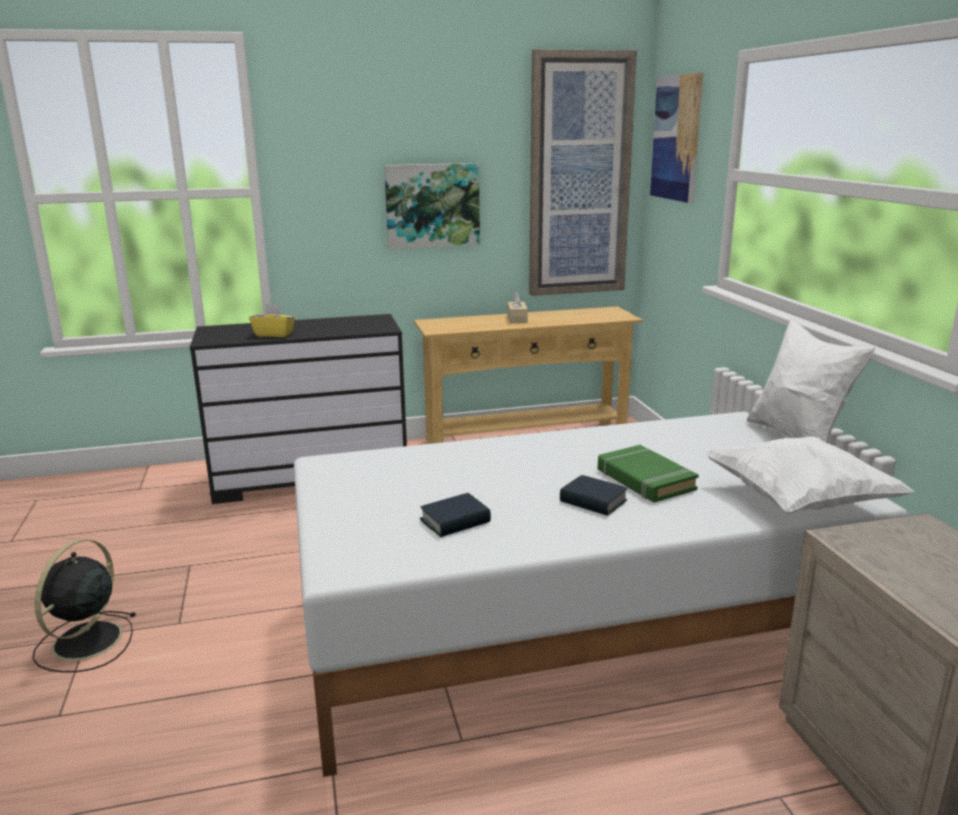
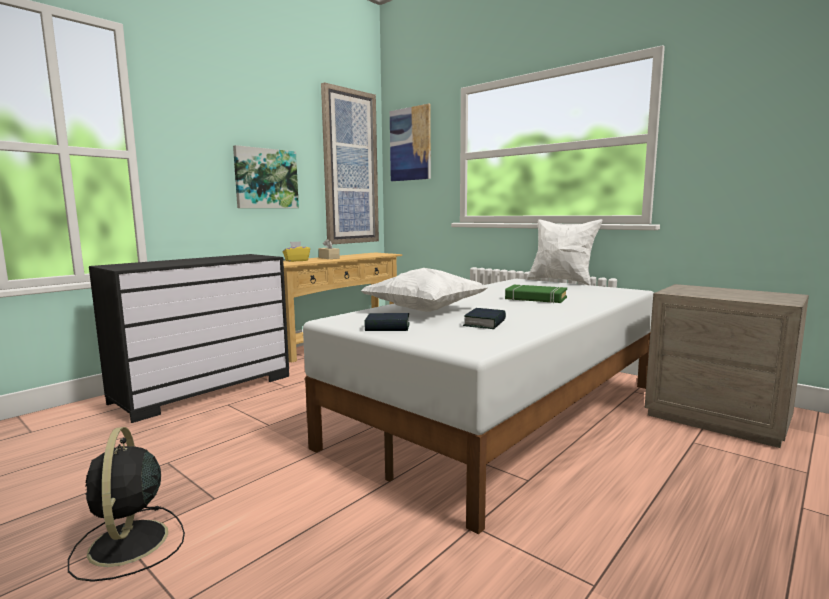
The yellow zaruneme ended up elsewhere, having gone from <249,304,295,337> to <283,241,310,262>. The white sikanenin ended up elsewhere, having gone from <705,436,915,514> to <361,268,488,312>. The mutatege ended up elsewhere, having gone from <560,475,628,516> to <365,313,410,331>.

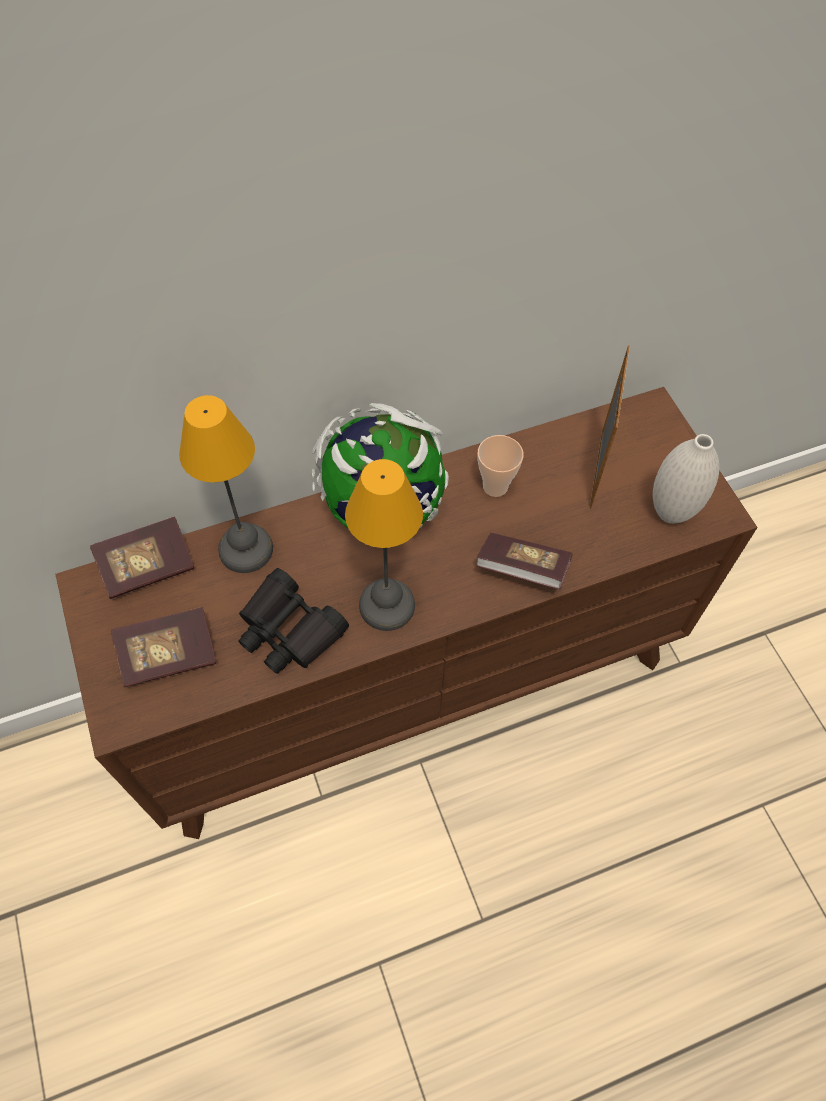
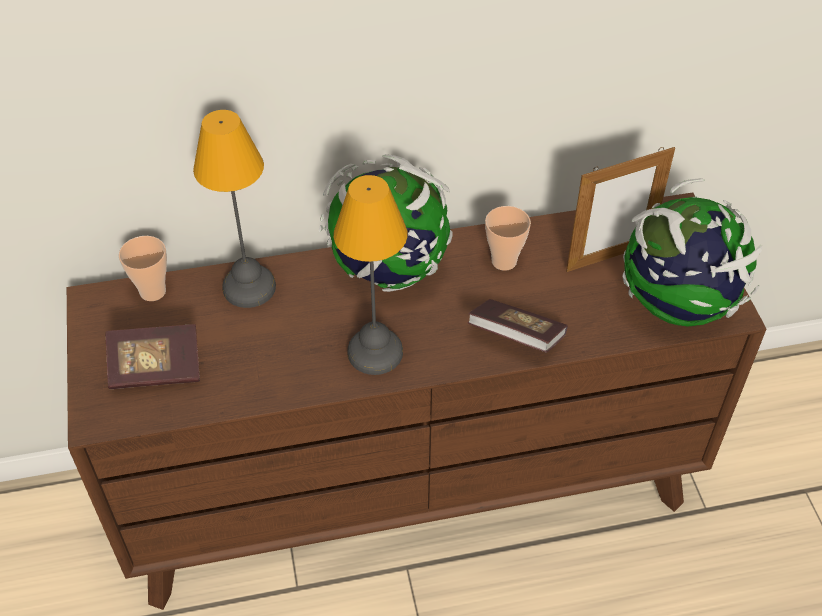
The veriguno at <590,346,630,508> ended up facing another way, 45 degrees clockwise from before. Where the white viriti stood at <653,434,719,524>, the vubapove came to stand at <623,178,762,327>. Where the mutatege stood at <90,516,194,599>, the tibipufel came to stand at <119,236,167,301>. The second view lost the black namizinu at <238,568,349,674>.

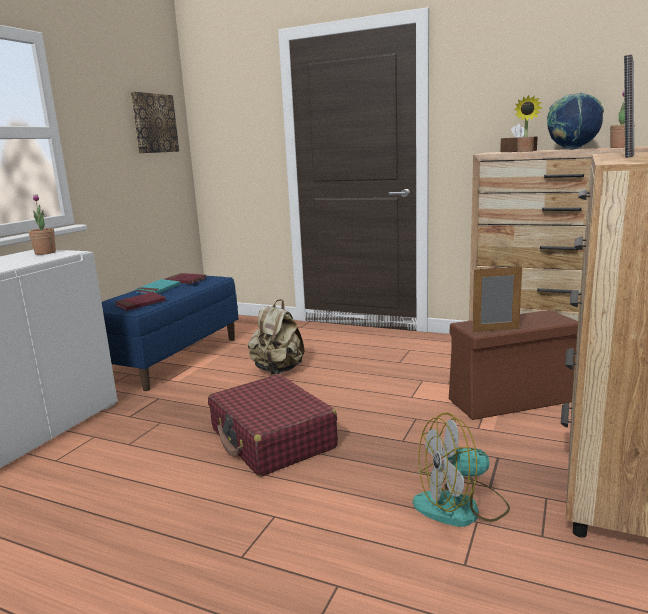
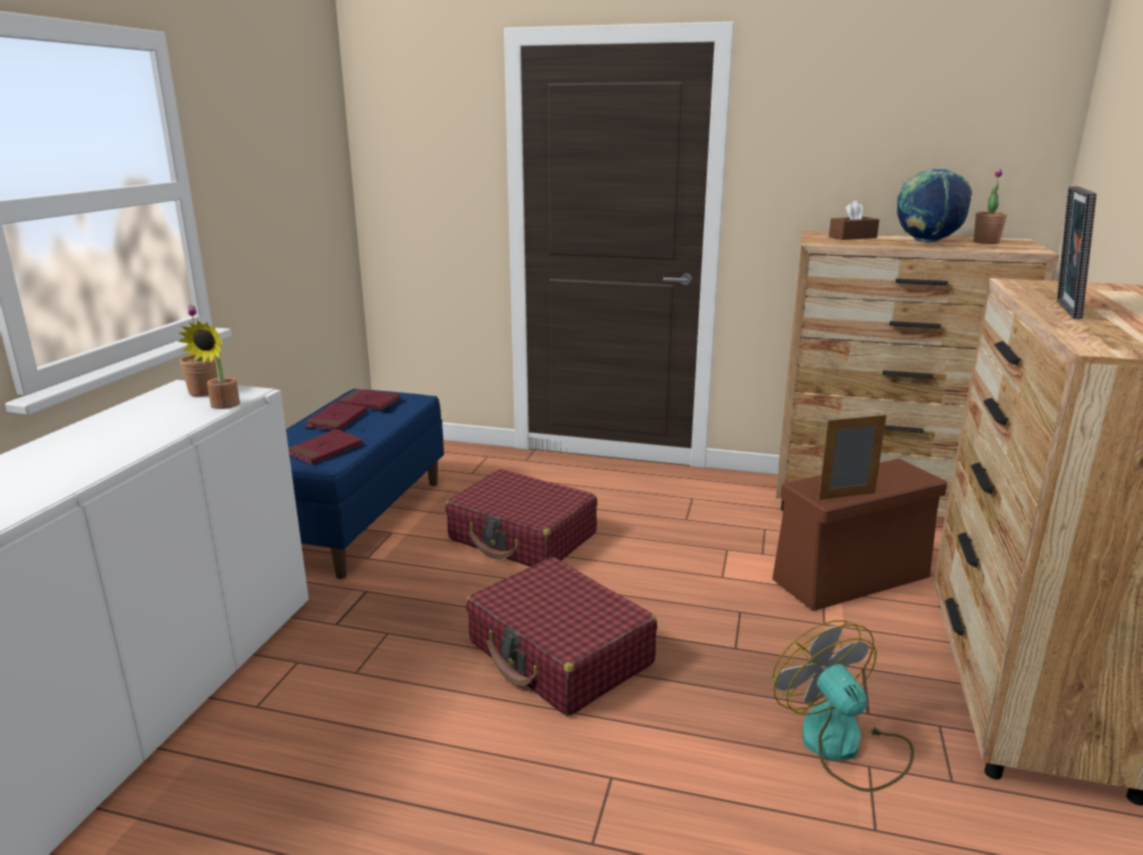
The second view lost the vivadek at <131,92,179,153>. The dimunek ended up elsewhere, having gone from <514,95,543,152> to <177,320,240,409>. What was the turquoise mutatege at <136,279,180,294> turned into the red mutatege at <305,402,367,431>. Where the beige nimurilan stood at <248,299,305,374>, the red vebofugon came to stand at <445,469,597,567>. The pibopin at <413,412,510,527> ended up facing another way, 90 degrees clockwise from before.

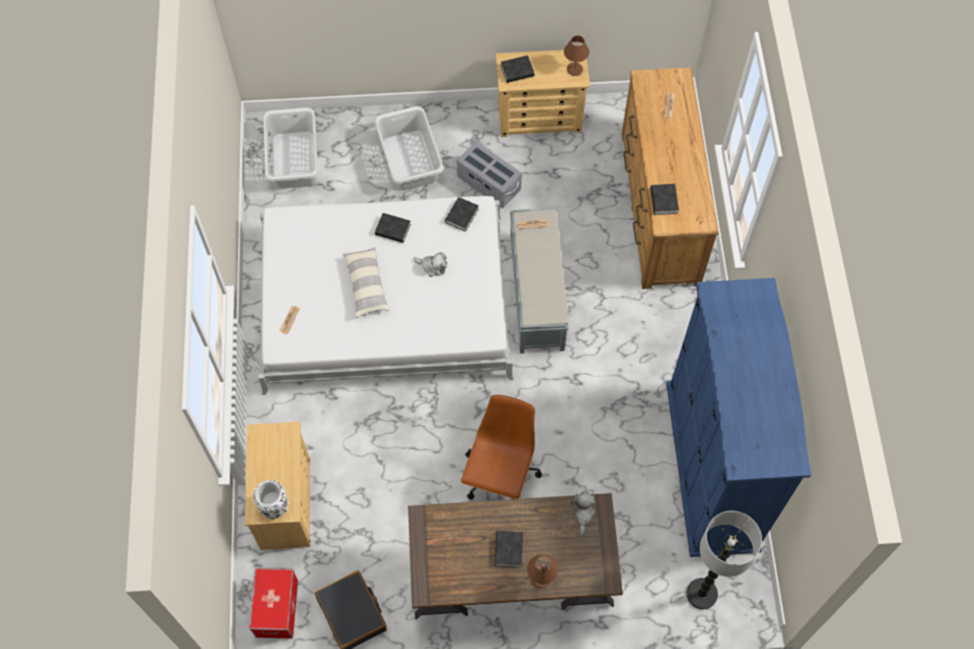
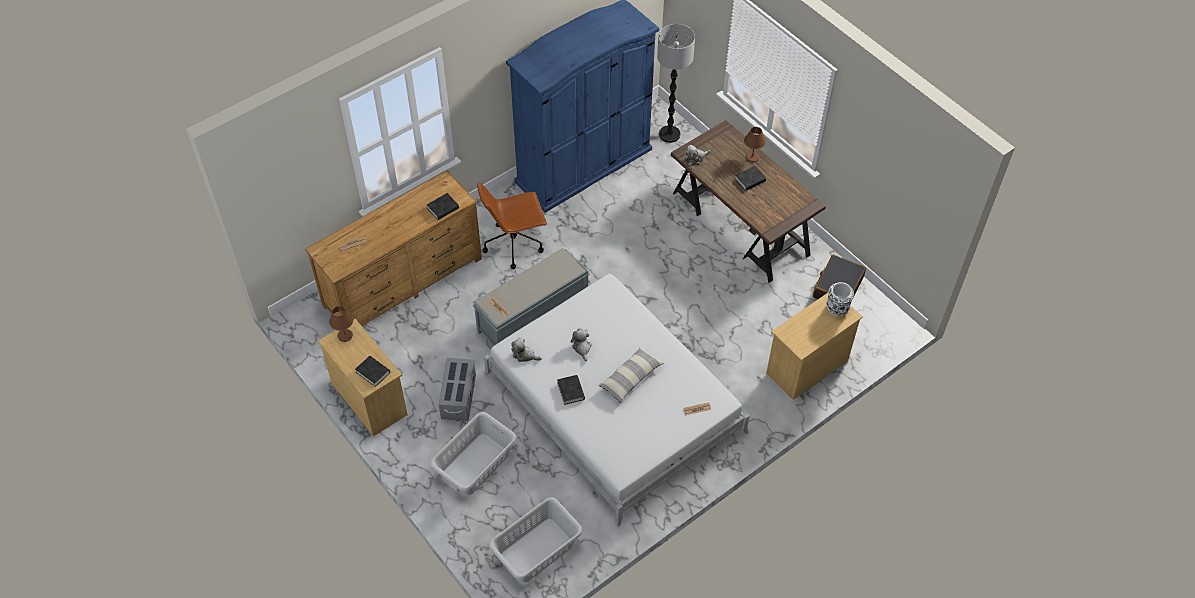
Where the black mutatege stood at <445,197,479,232>, the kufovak came to stand at <511,338,542,362>. The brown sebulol ended up elsewhere, having gone from <461,395,542,500> to <477,182,547,269>. The second view lost the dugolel at <249,568,298,639>.

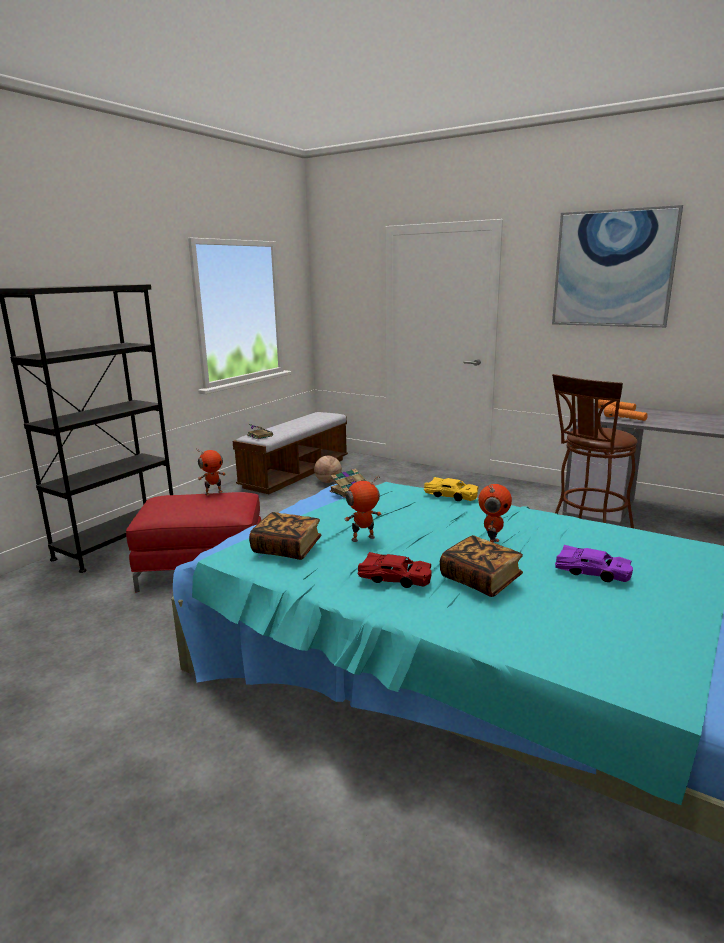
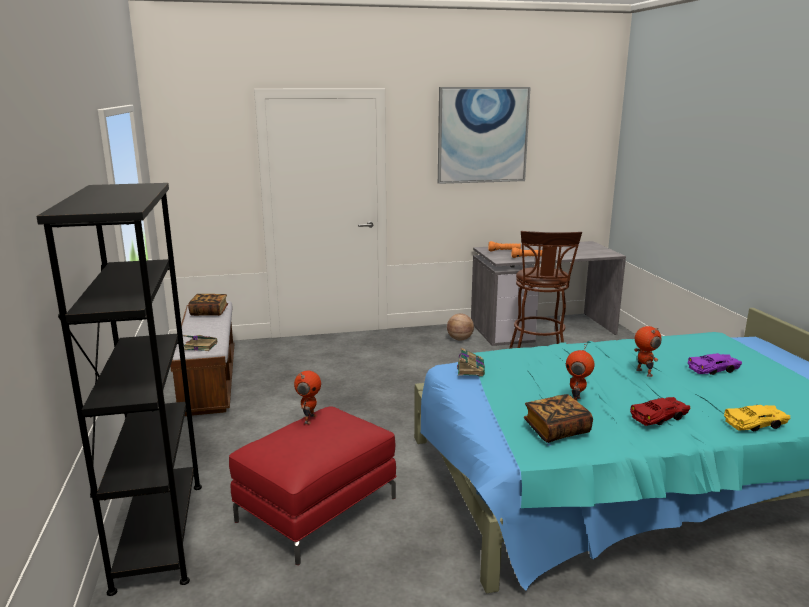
The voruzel ended up elsewhere, having gone from <314,456,342,483> to <447,314,474,341>. The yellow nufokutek ended up elsewhere, having gone from <424,477,479,501> to <724,405,790,431>. The mutatege ended up elsewhere, having gone from <440,535,523,597> to <188,294,228,316>.

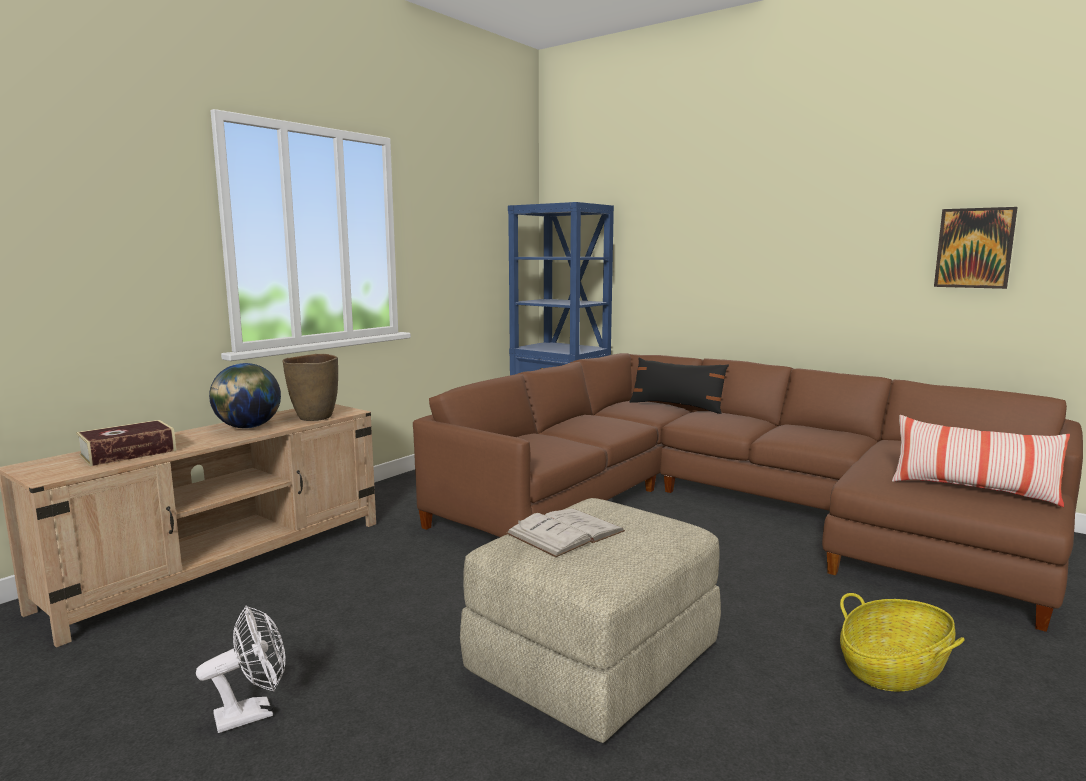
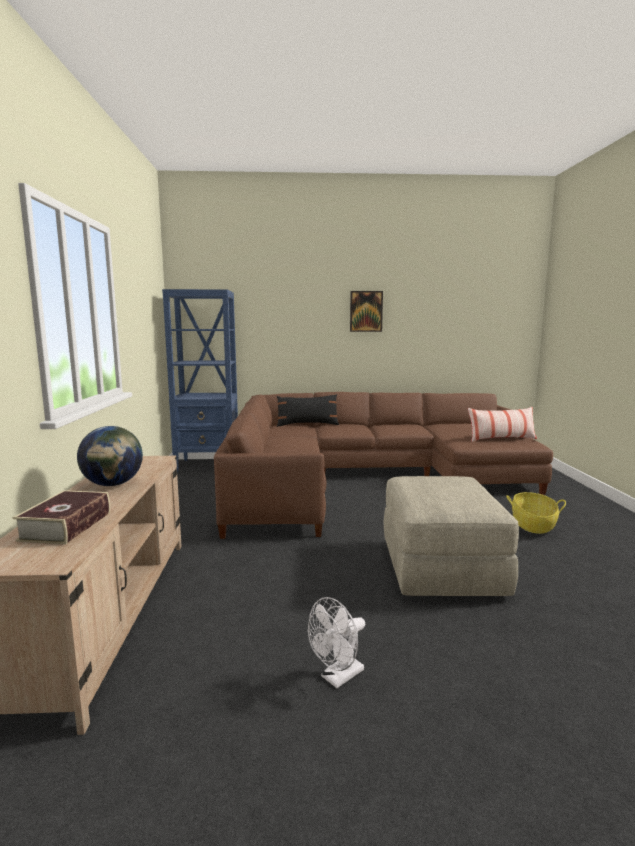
The vivadek ended up elsewhere, having gone from <934,207,1018,289> to <350,291,383,332>. The second view lost the brown viriti at <283,354,338,421>. The second view lost the white mutatege at <506,508,625,557>. The white pibopin at <196,606,286,733> ended up facing another way, 150 degrees counterclockwise from before.

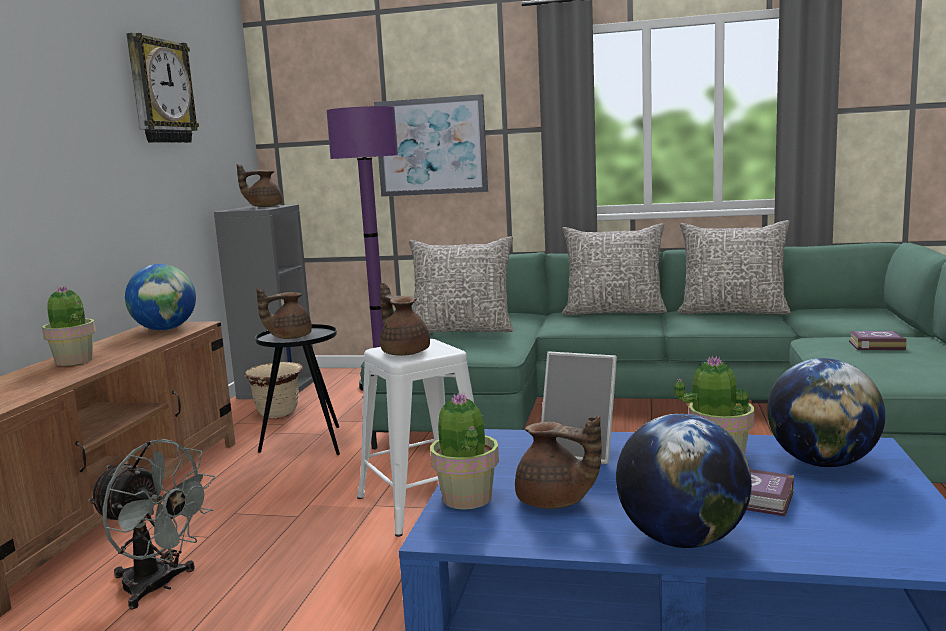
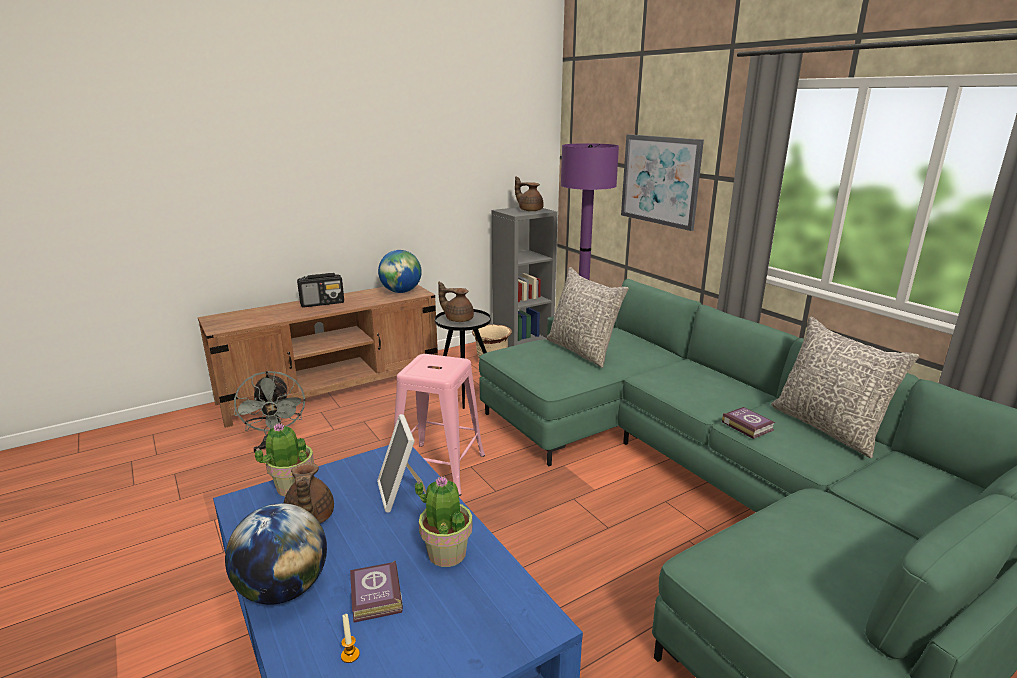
The second view lost the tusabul at <127,33,199,143>. The second view lost the grey sikanenin at <562,223,667,316>. The second view lost the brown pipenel at <380,283,430,356>. Where the dimunek stood at <42,286,96,366>, the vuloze came to stand at <297,273,344,308>. The mutatege ended up elsewhere, having gone from <849,331,907,350> to <722,407,776,439>. What was the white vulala at <357,339,474,537> turned into the pink vulala at <394,354,485,496>. The second view lost the vubapove at <767,358,885,467>. The second view gained the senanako at <341,614,360,663>.

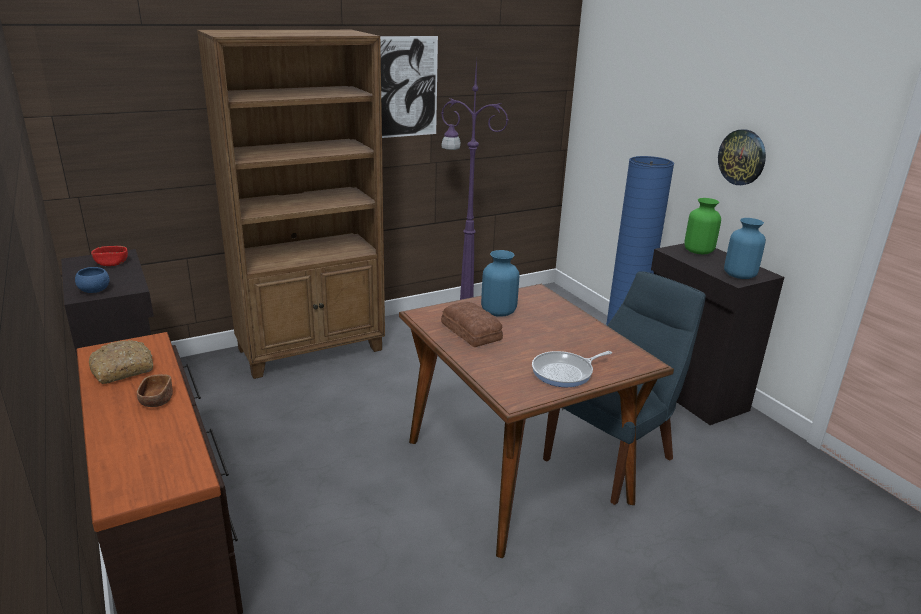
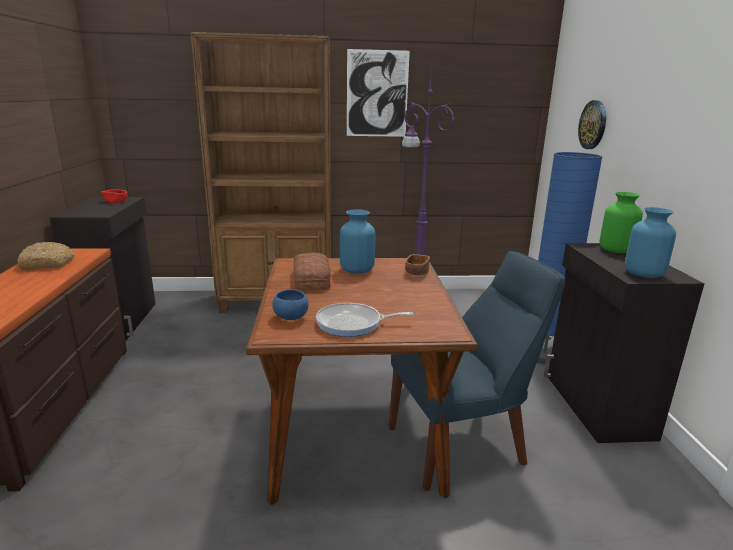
The tusabul ended up elsewhere, having gone from <718,129,766,185> to <578,100,606,149>. The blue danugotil ended up elsewhere, having gone from <75,267,109,293> to <272,289,309,320>. The brown danugotil ended up elsewhere, having gone from <137,374,173,407> to <405,254,430,276>.

